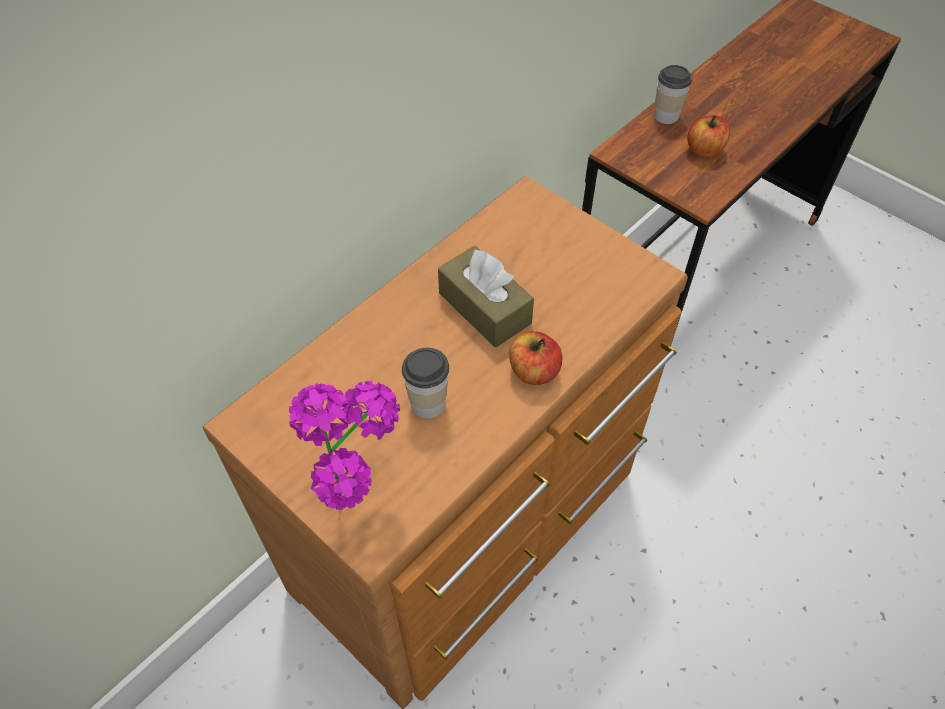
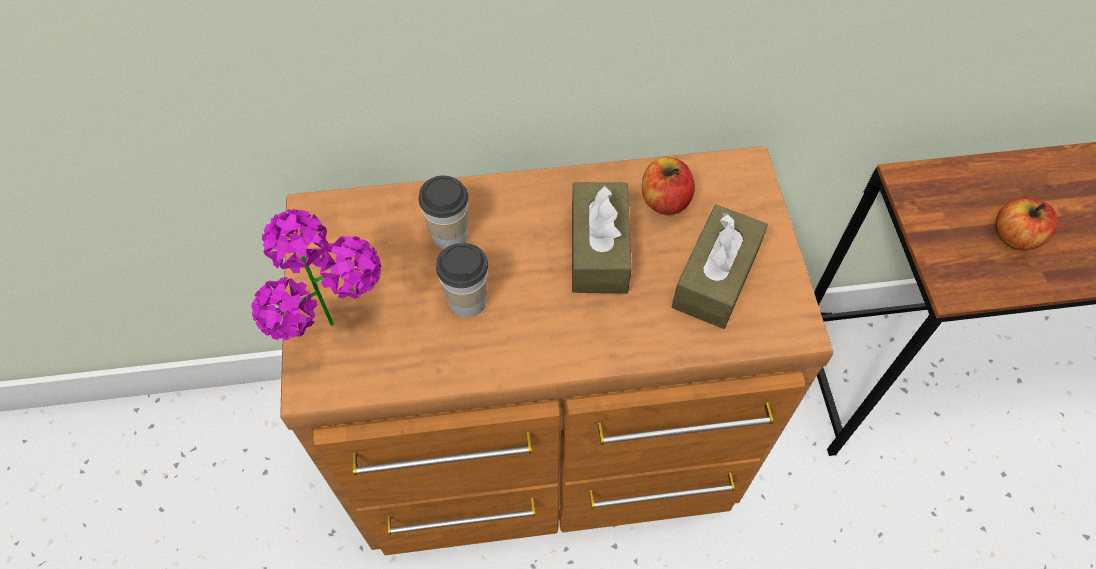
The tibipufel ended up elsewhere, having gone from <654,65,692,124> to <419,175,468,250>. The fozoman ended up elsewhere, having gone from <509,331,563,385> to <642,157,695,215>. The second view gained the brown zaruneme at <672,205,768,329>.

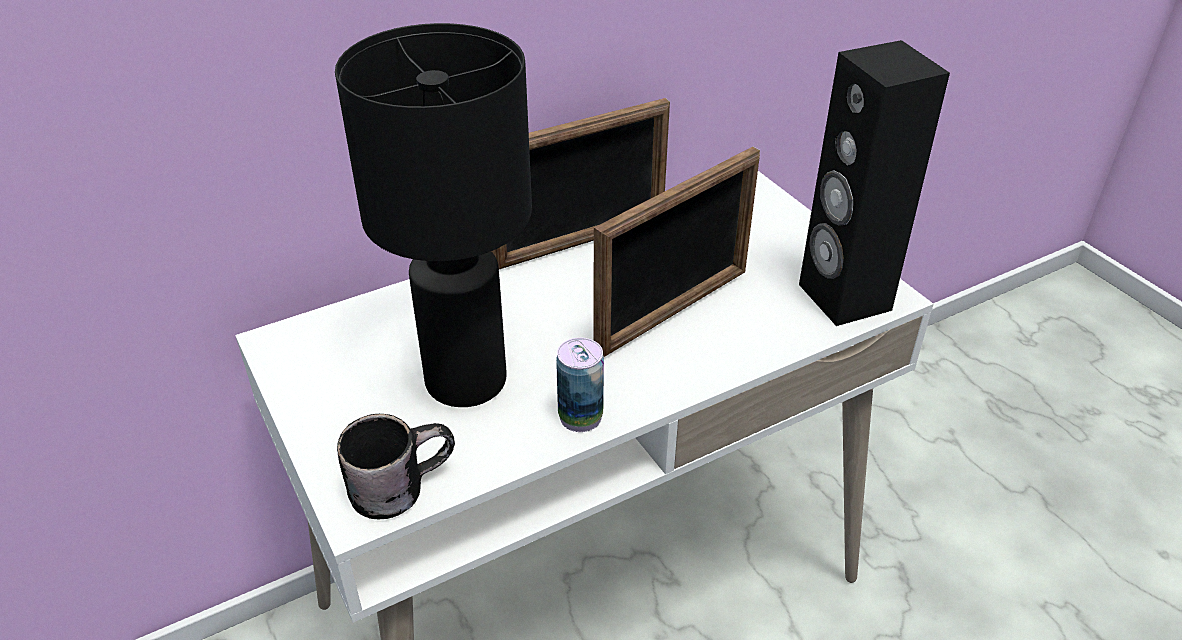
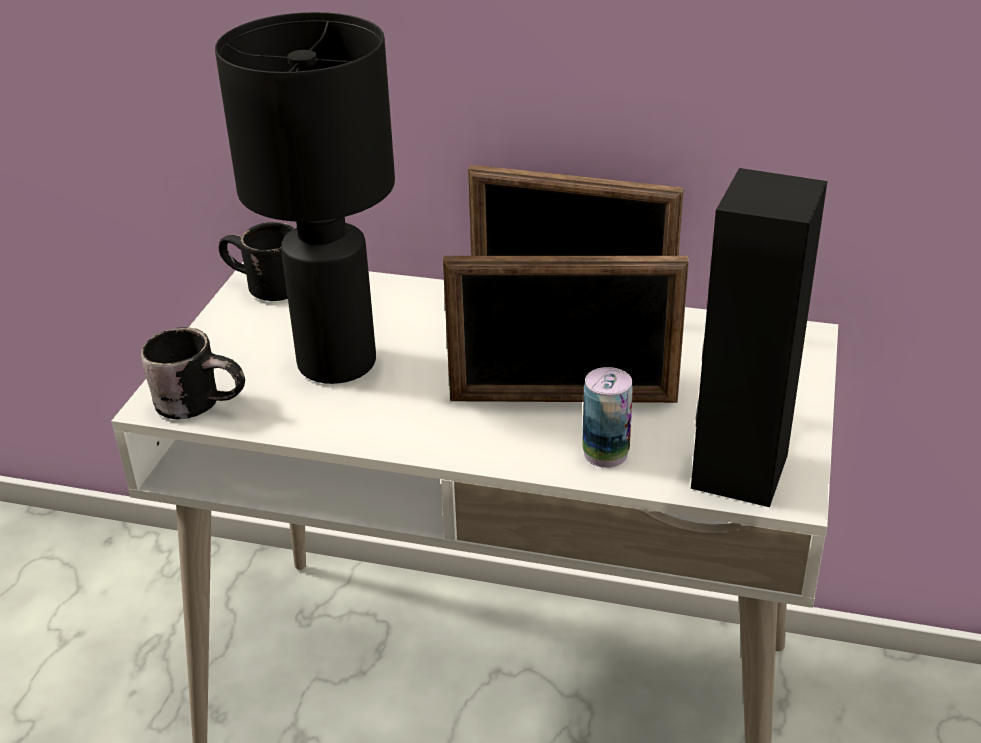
The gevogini ended up elsewhere, having gone from <556,338,604,432> to <582,367,633,468>. The second view gained the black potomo at <219,222,295,301>.

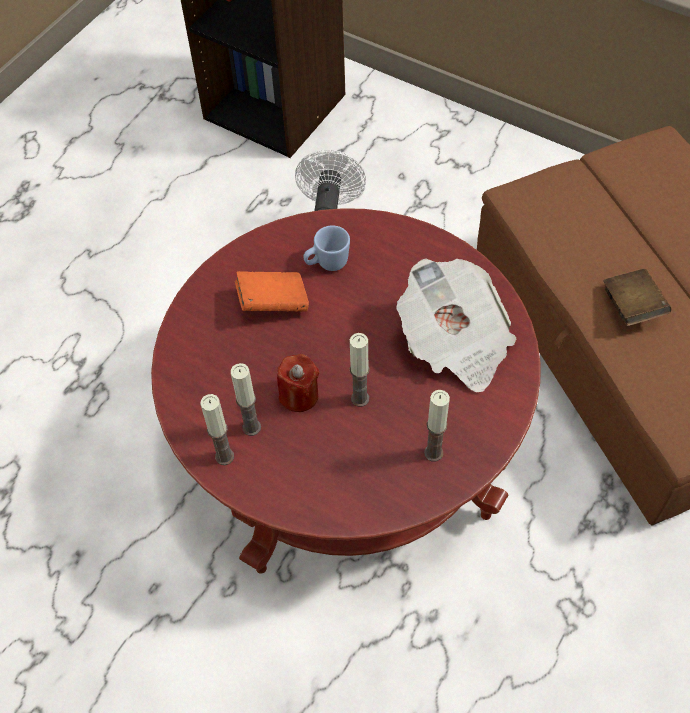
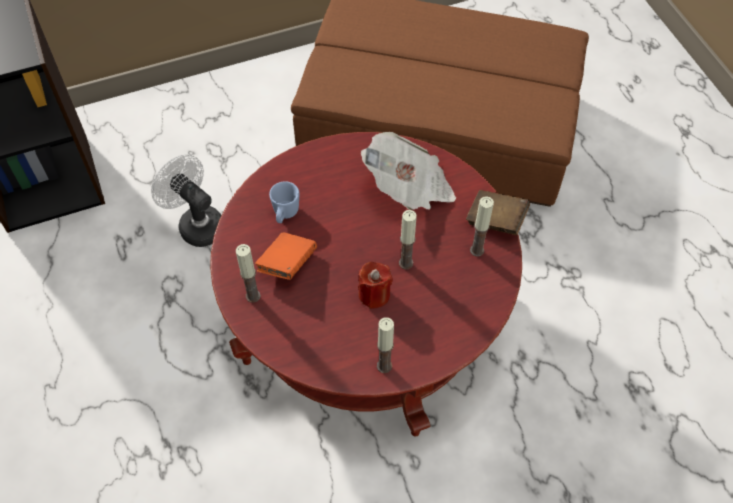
The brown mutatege ended up elsewhere, having gone from <603,269,671,326> to <466,190,530,235>. The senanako ended up elsewhere, having gone from <231,363,261,436> to <236,244,261,303>.

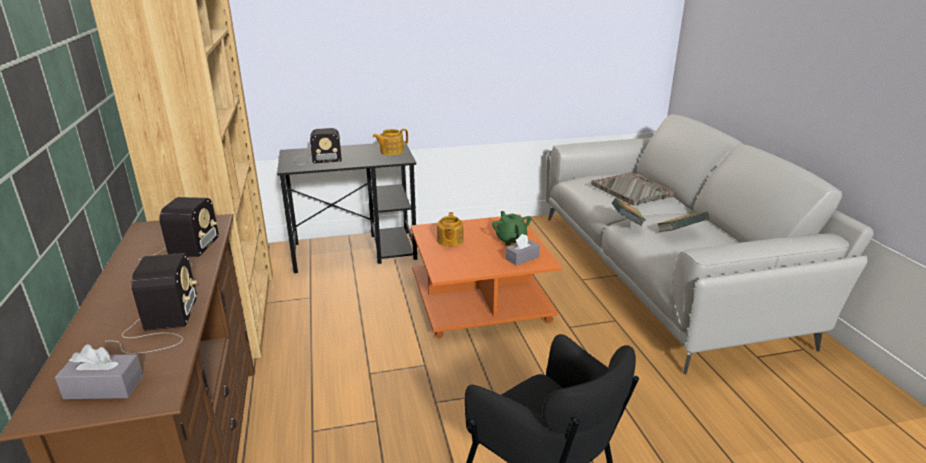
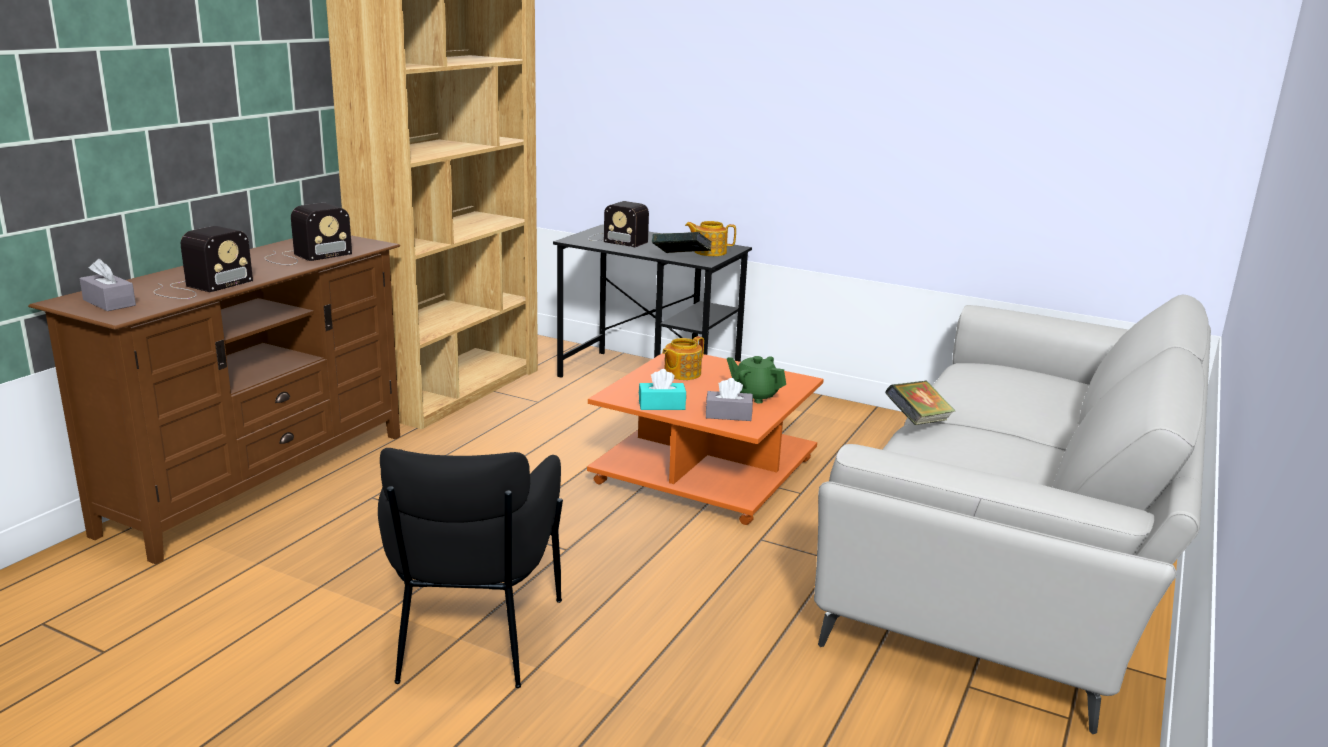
The second view lost the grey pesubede at <591,172,675,205>. The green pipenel at <492,211,531,245> ended up facing another way, 75 degrees counterclockwise from before. The mutatege ended up elsewhere, having gone from <657,212,710,232> to <652,232,711,253>. The second view gained the turquoise zaruneme at <639,369,686,410>.

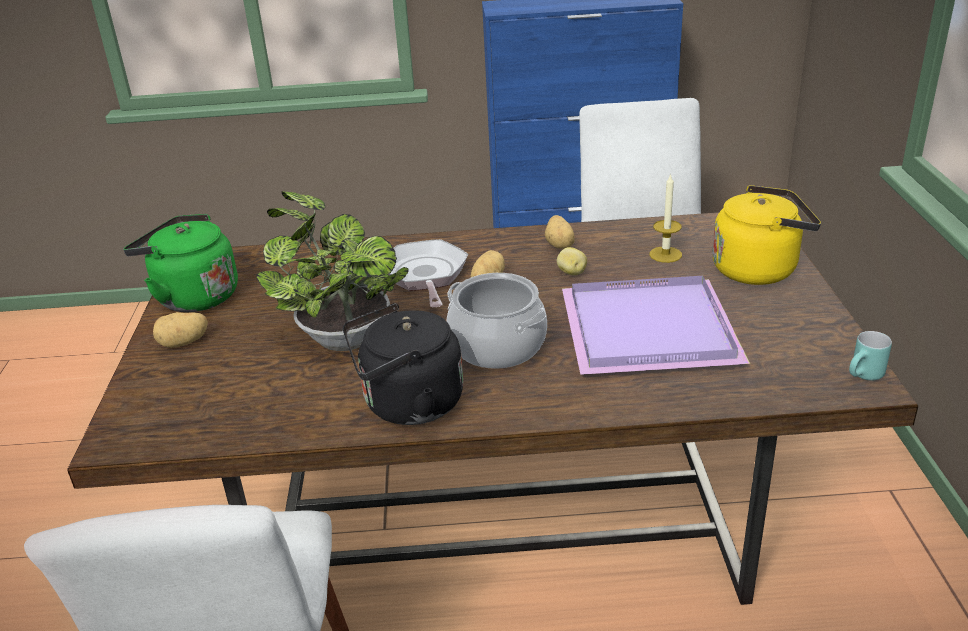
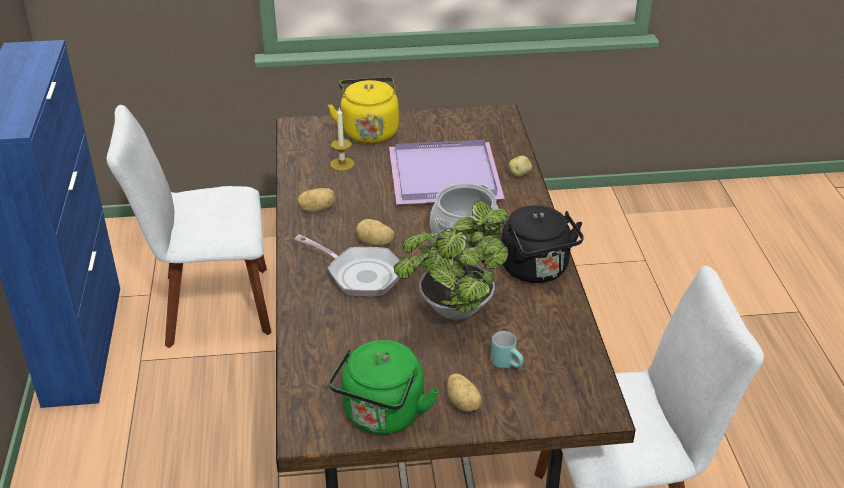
The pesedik at <388,239,468,307> ended up facing another way, 135 degrees counterclockwise from before. The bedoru ended up elsewhere, having gone from <557,247,587,275> to <509,156,532,177>. The turquoise potomo ended up elsewhere, having gone from <849,331,892,381> to <491,331,523,369>.

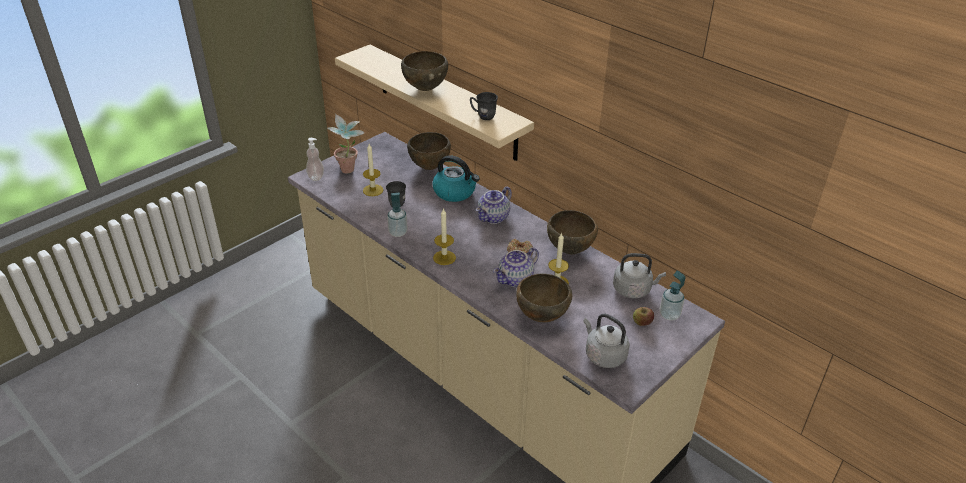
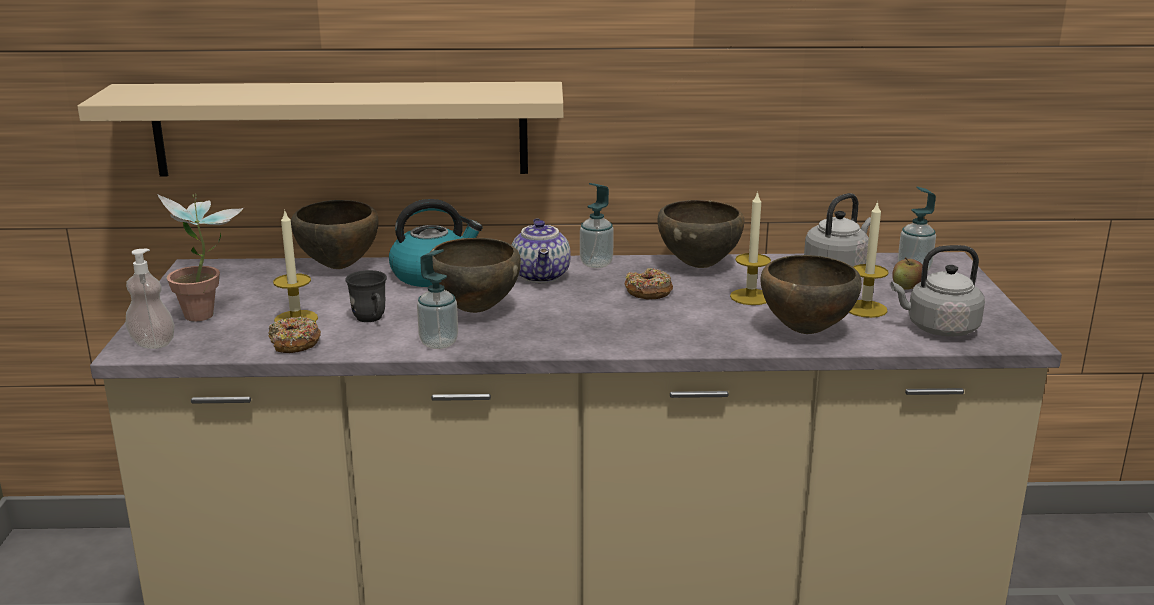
The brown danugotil ended up elsewhere, having gone from <401,51,448,91> to <429,238,521,313>. The second view lost the grey potomo at <470,92,498,120>. The senanako ended up elsewhere, having gone from <433,208,456,265> to <849,201,889,318>. The second view lost the pipenel at <493,247,539,287>. The second view gained the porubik at <580,183,614,268>. The second view gained the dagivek at <268,316,321,353>.

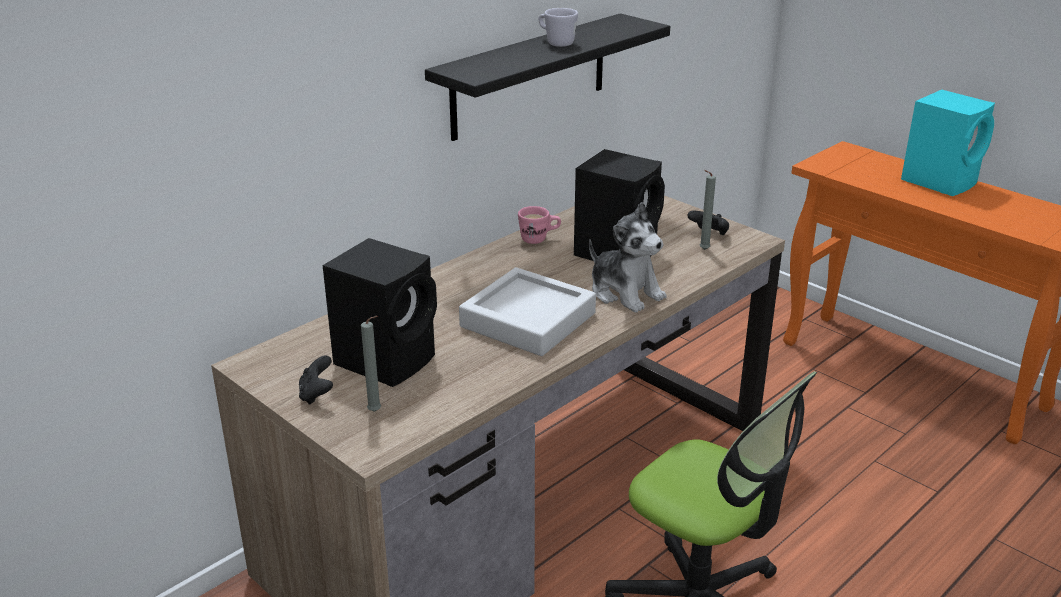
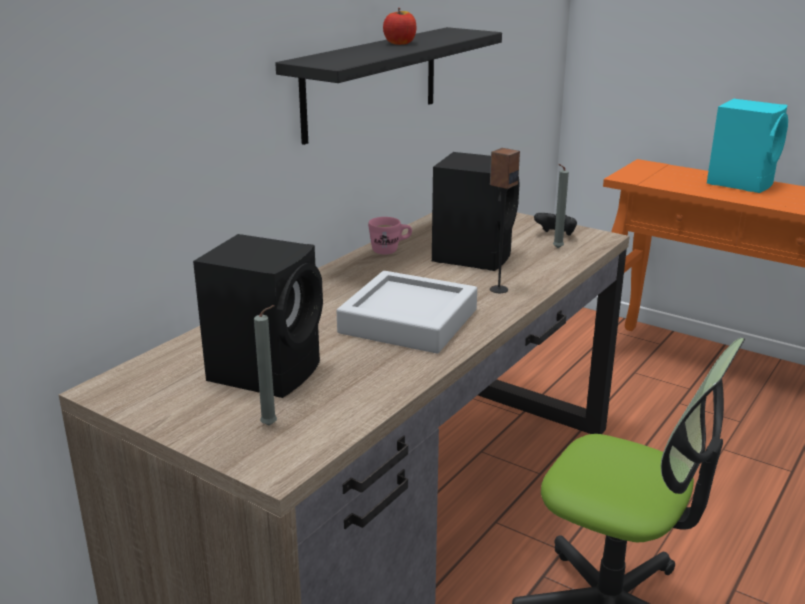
Where the white potomo stood at <539,8,578,47>, the fozoman came to stand at <383,8,416,45>. Where the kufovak stood at <589,202,666,313>, the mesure came to stand at <490,148,520,293>. The second view lost the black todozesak at <299,355,333,405>.

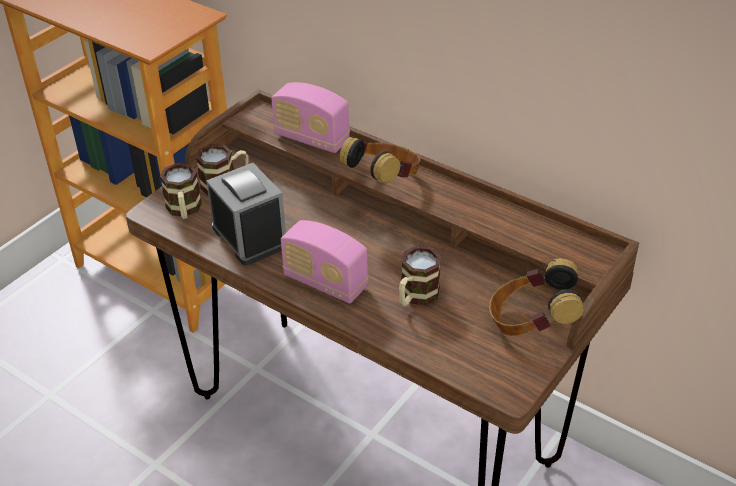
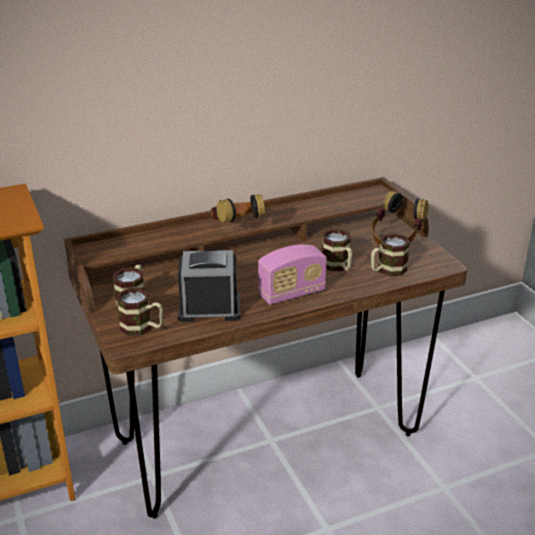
The second view lost the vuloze at <271,82,350,153>. The second view gained the potomo at <371,233,410,276>.

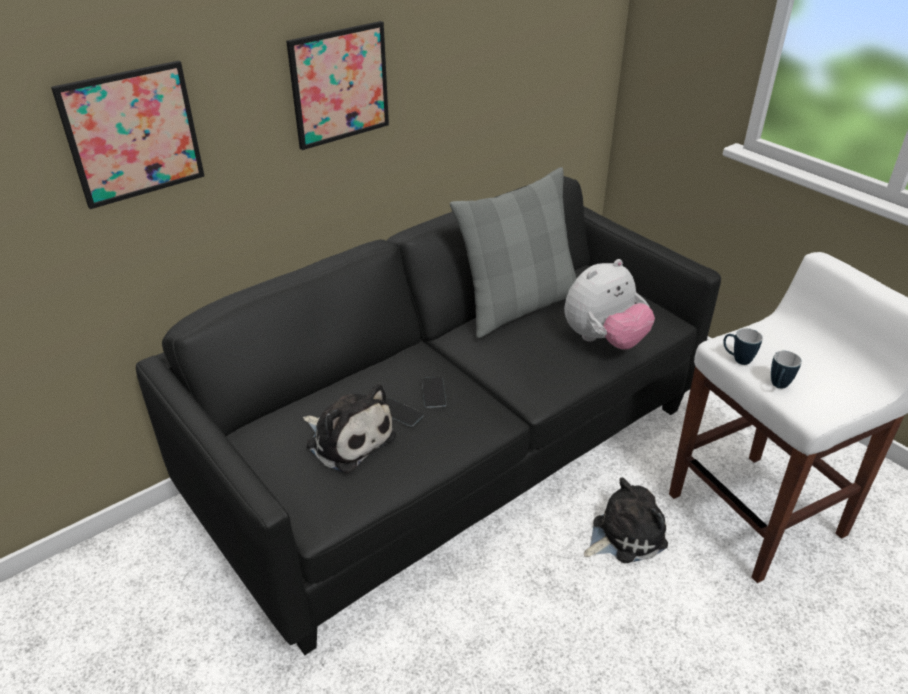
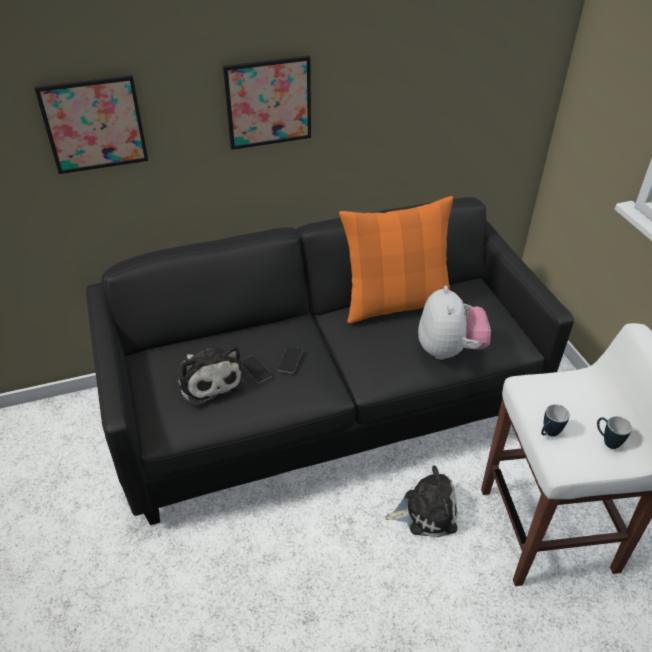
What was the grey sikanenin at <450,167,577,338> turned into the orange sikanenin at <339,196,453,323>. The kufovak at <564,259,655,349> ended up facing another way, 75 degrees counterclockwise from before. The potomo ended up elsewhere, having gone from <723,328,763,365> to <597,416,632,449>.

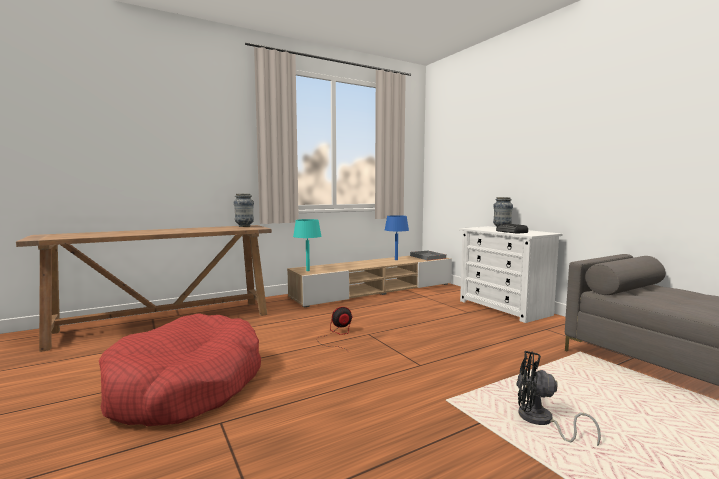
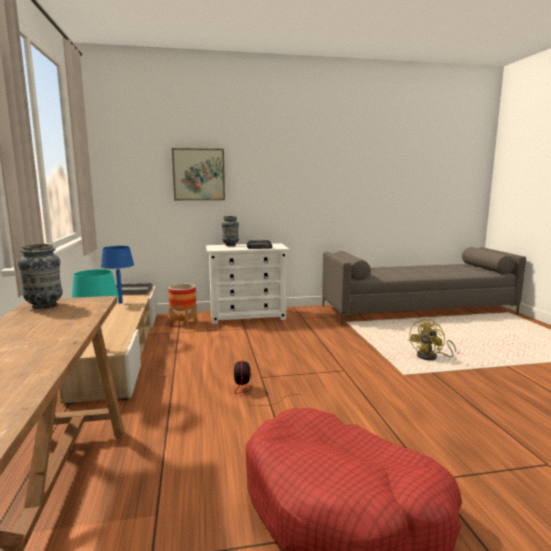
What was the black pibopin at <517,351,601,446> turned into the yellow pibopin at <408,319,456,360>. The second view gained the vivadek at <172,148,225,200>. The second view gained the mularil at <169,283,197,327>.

